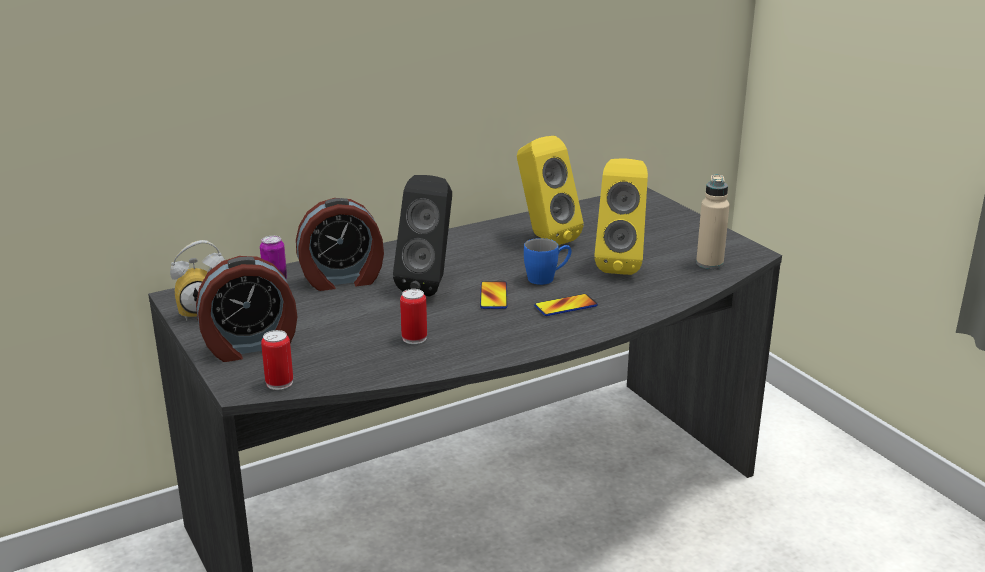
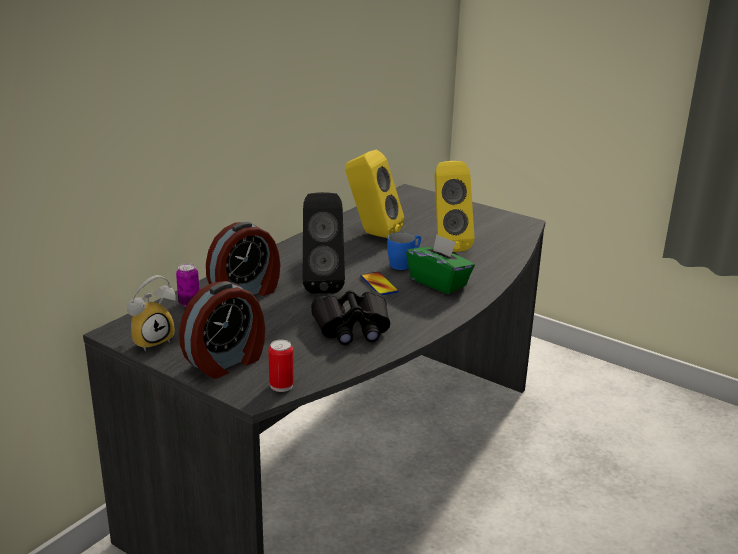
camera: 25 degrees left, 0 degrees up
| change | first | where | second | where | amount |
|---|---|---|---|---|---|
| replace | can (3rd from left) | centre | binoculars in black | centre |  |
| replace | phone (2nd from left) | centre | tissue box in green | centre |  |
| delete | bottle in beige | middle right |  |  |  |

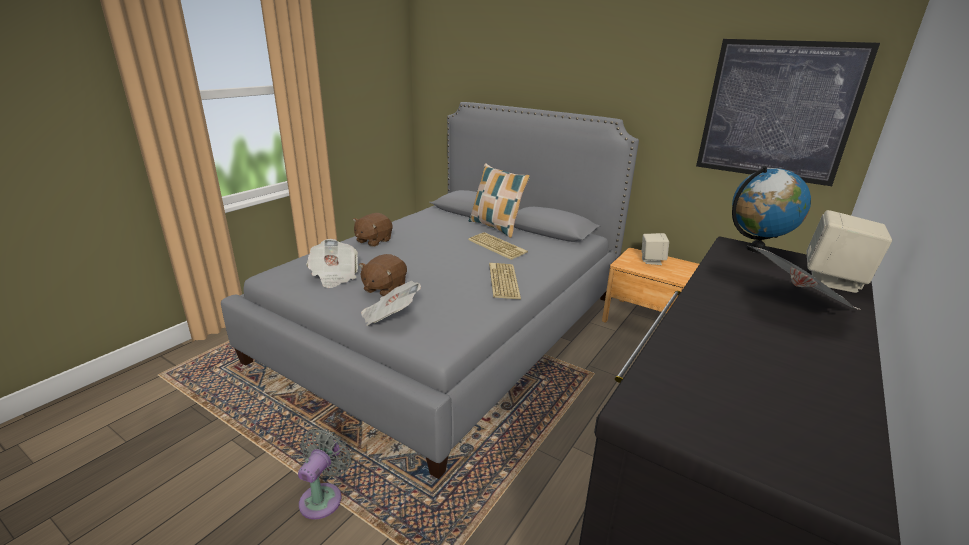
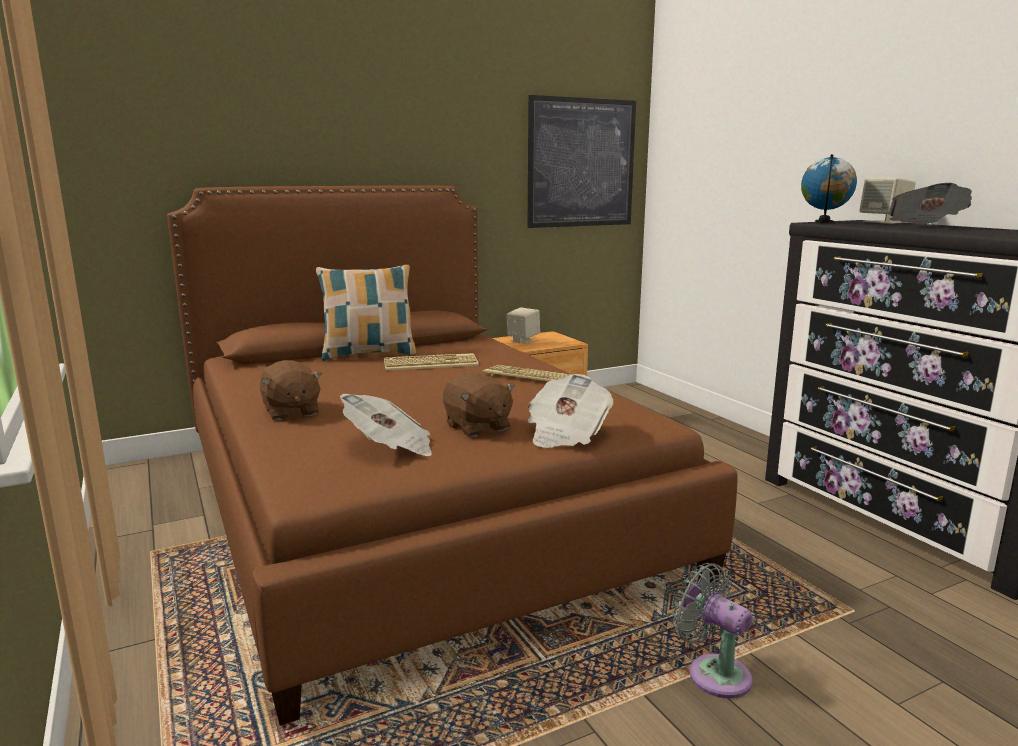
camera: 60 degrees left, 10 degrees down
| change | first | where | second | where | amount |
|---|---|---|---|---|---|
| recolor | bed in grey | centre | bed in brown | centre |  |

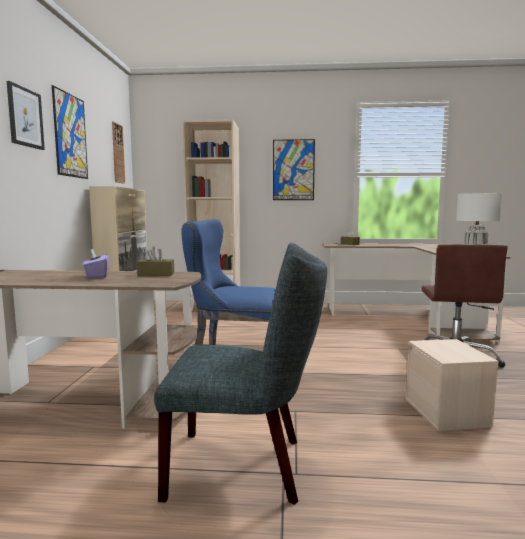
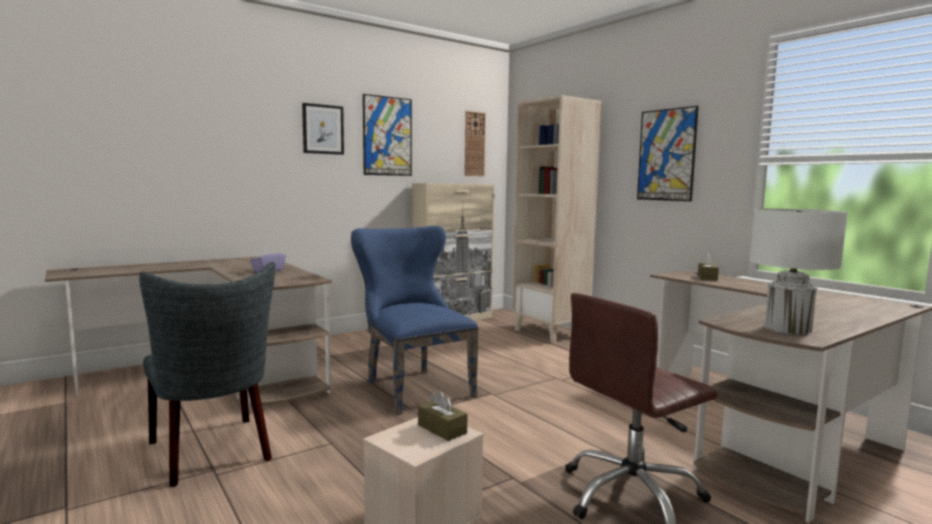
camera: 50 degrees right, 0 degrees up
| change | first | where | second | where | amount |
|---|---|---|---|---|---|
| move | tissue box in brown (1st from left) | middle left |  | bottom centre |  |

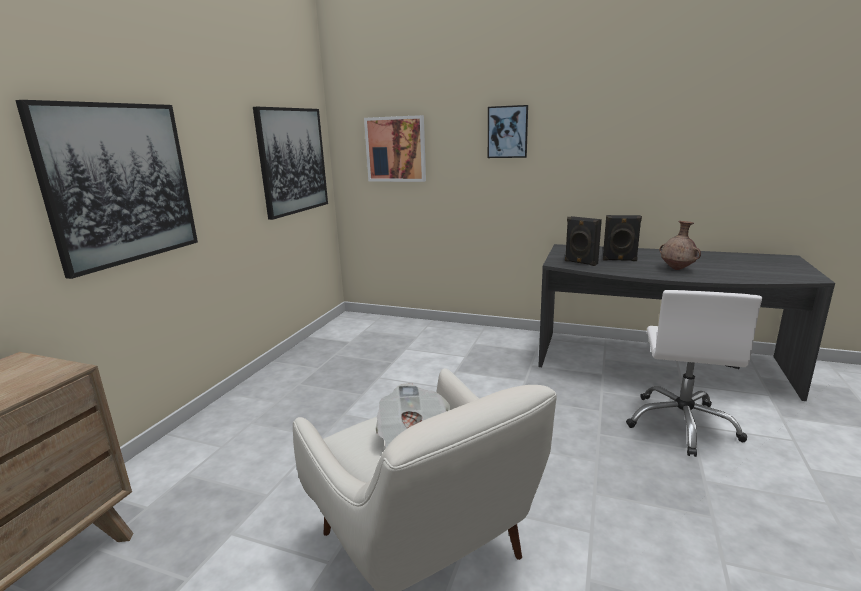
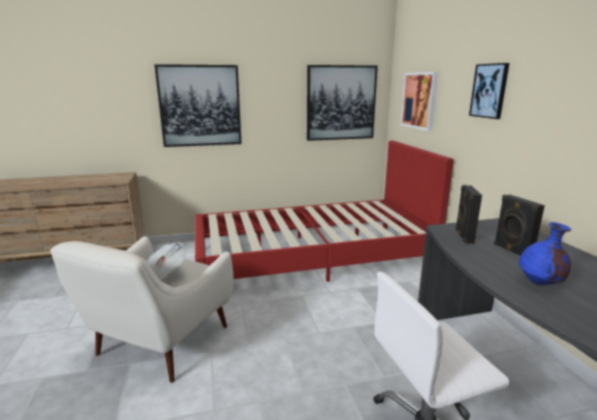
camera: 55 degrees right, 0 degrees up
| change | first | where | second | where | amount |
|---|---|---|---|---|---|
| recolor | vase in brown | middle right | vase in blue | middle right |  |
| insert |  |  | bed in red | centre |  |

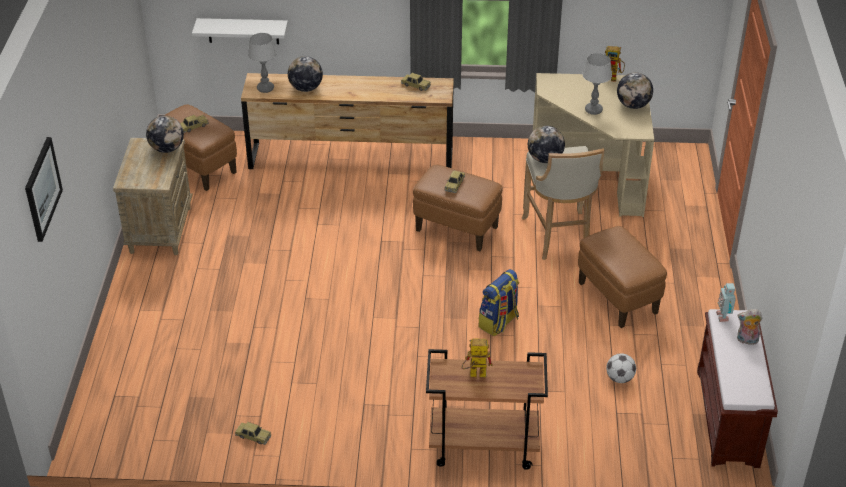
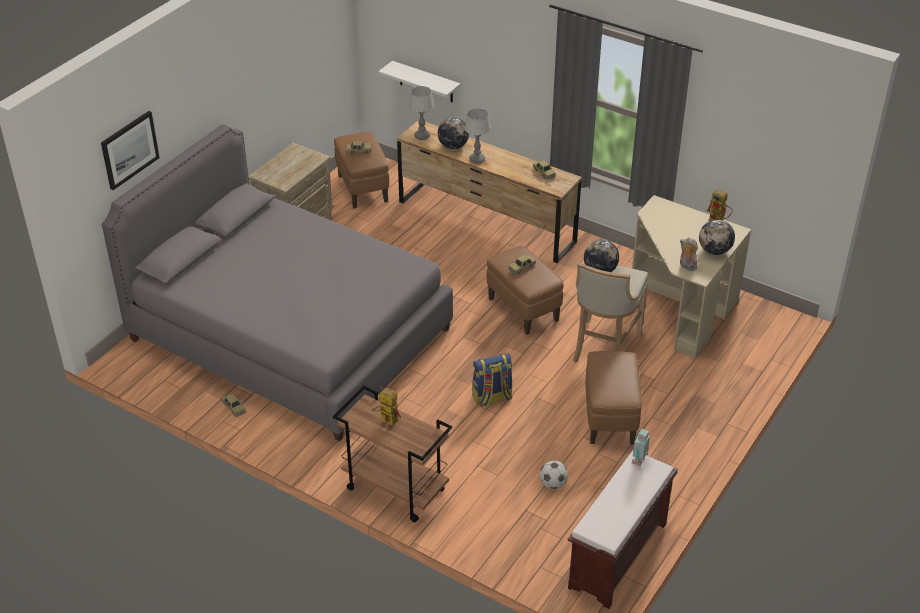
camera: 30 degrees right, 0 degrees up
| change | first | where | second | where | amount |
|---|---|---|---|---|---|
| delete | globe (1st from left) | top left |  |  |  |
| move | table lamp (2nd from left) | top right |  | top centre |  |
| move | plush toy | bottom right |  | middle right |  |
| insert |  |  | bed in grey | middle left |  |

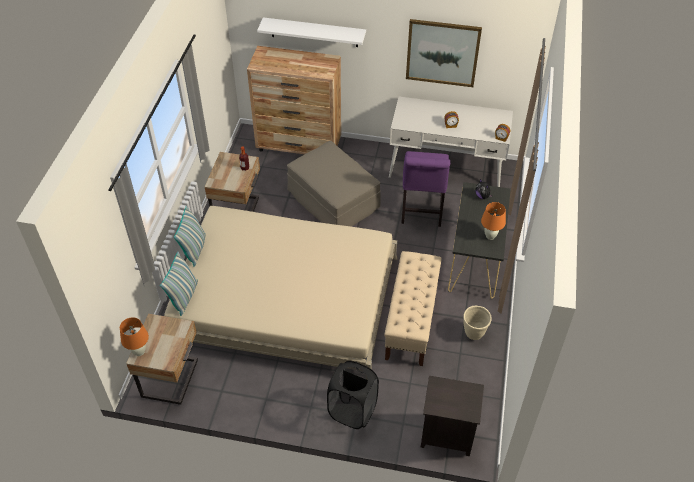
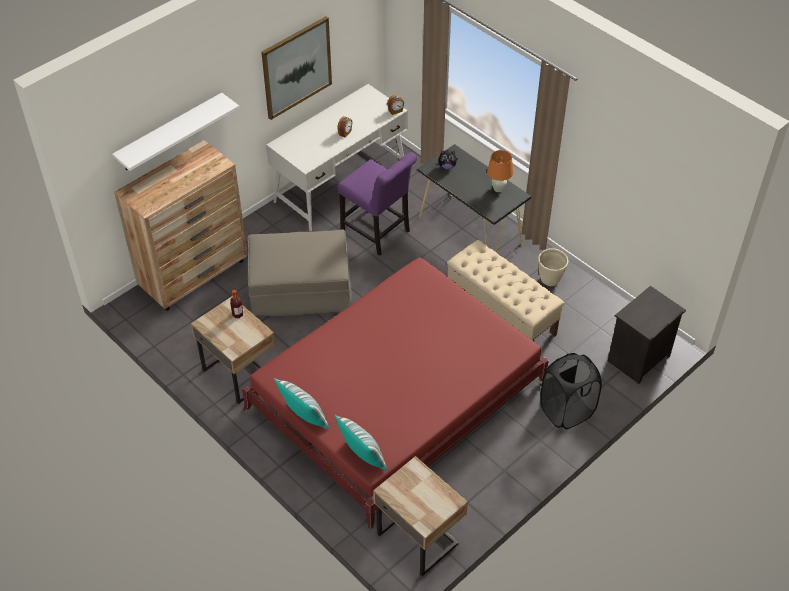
camera: 55 degrees left, 0 degrees up
| change | first | where | second | where | amount |
|---|---|---|---|---|---|
| delete | table lamp in orange (1st from left) | bottom left |  |  |  |
| recolor | bed in beige | centre | bed in red | centre |  |

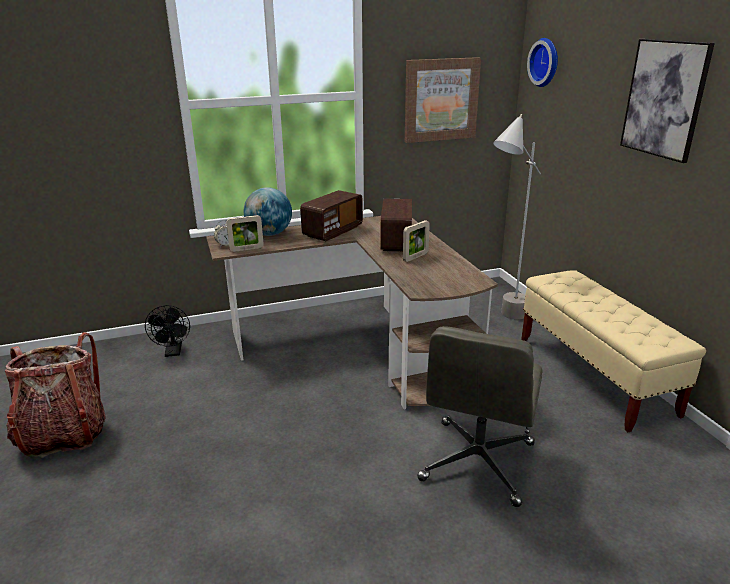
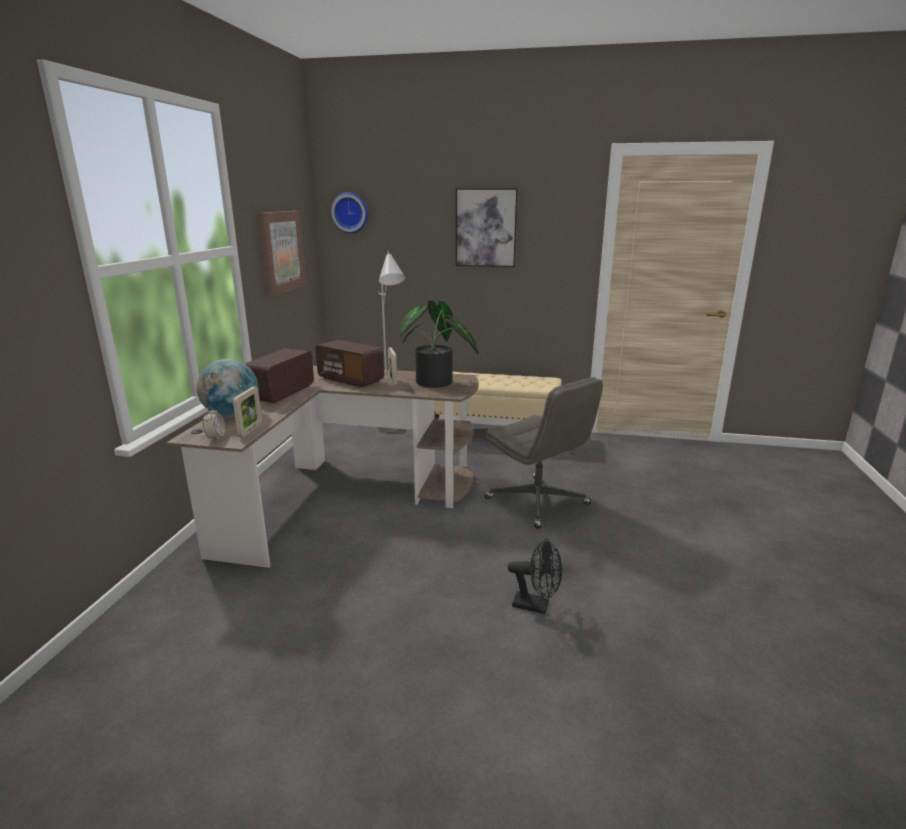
camera: 60 degrees left, 5 degrees down
| change | first | where | second | where | amount |
|---|---|---|---|---|---|
| delete | backpack | bottom left |  |  |  |
| move | fan in black | middle left |  | bottom centre |  |
| rotate | radio (1st from left) | centre |  | middle left | 135 degrees counterclockwise |
| insert |  |  | potted plant | centre |  |

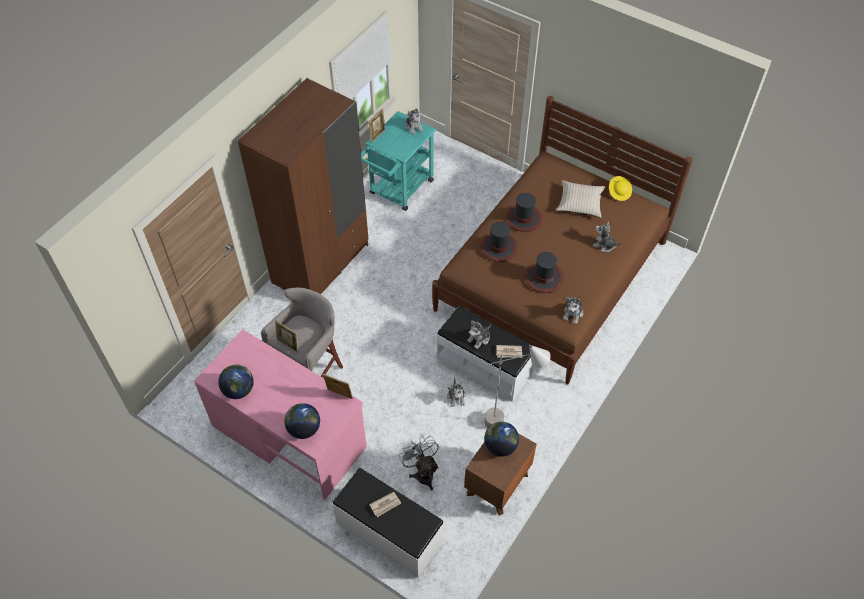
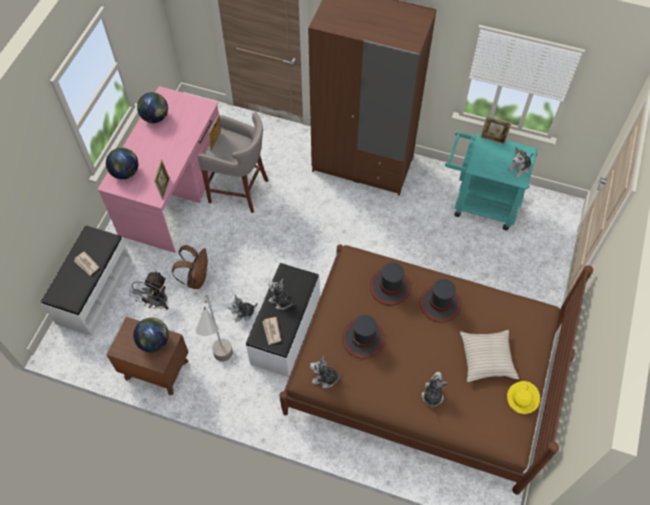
camera: 75 degrees right, 5 degrees up
| change | first | where | second | where | amount |
|---|---|---|---|---|---|
| rotate | fan in grey | bottom centre |  | middle left | 150 degrees clockwise |
| insert |  |  | backpack in brown | middle left |  |

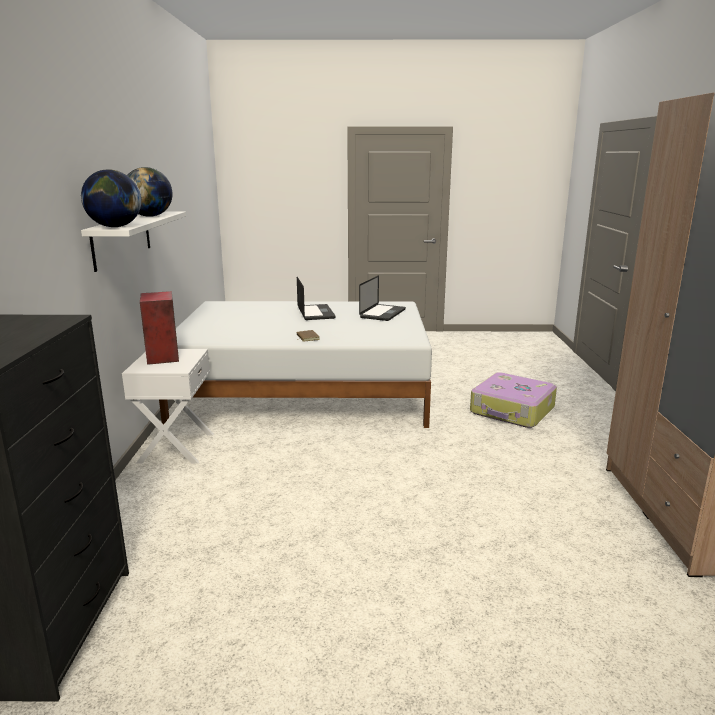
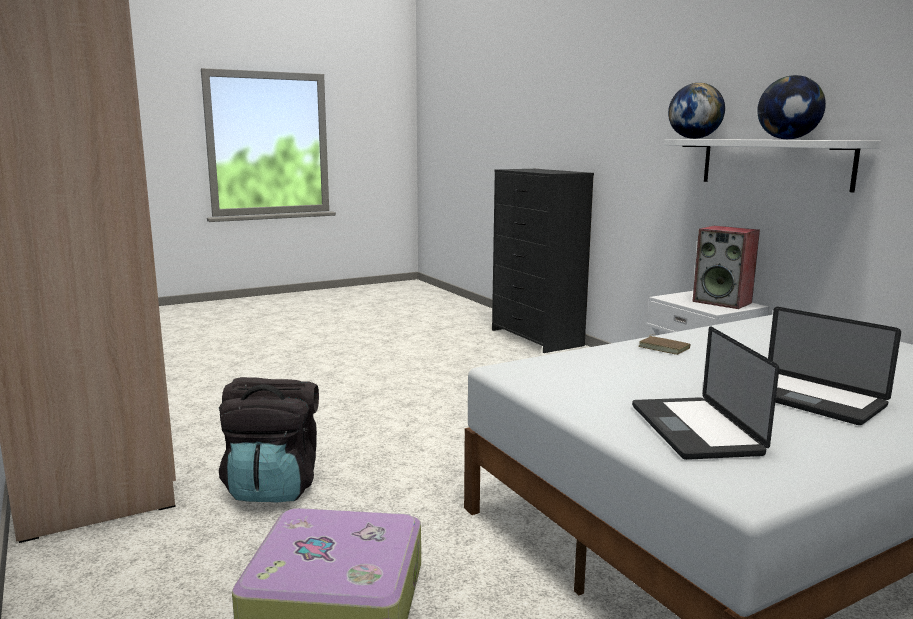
camera: 150 degrees right, 5 degrees down
| change | first | where | second | where | amount |
|---|---|---|---|---|---|
| insert |  |  | backpack in black | bottom left |  |

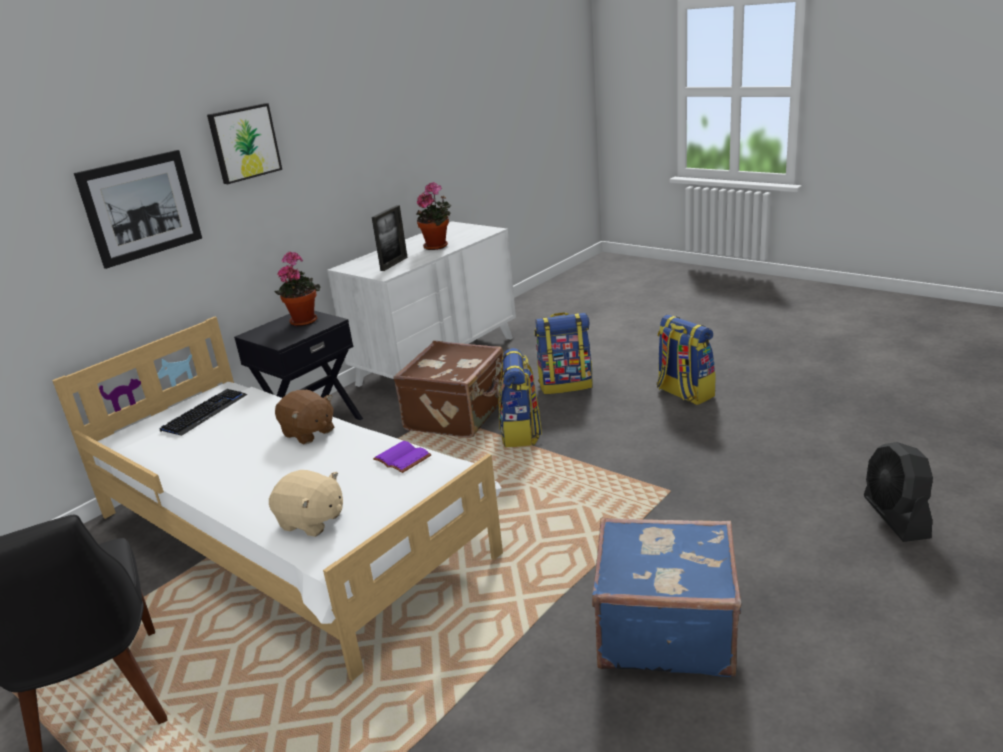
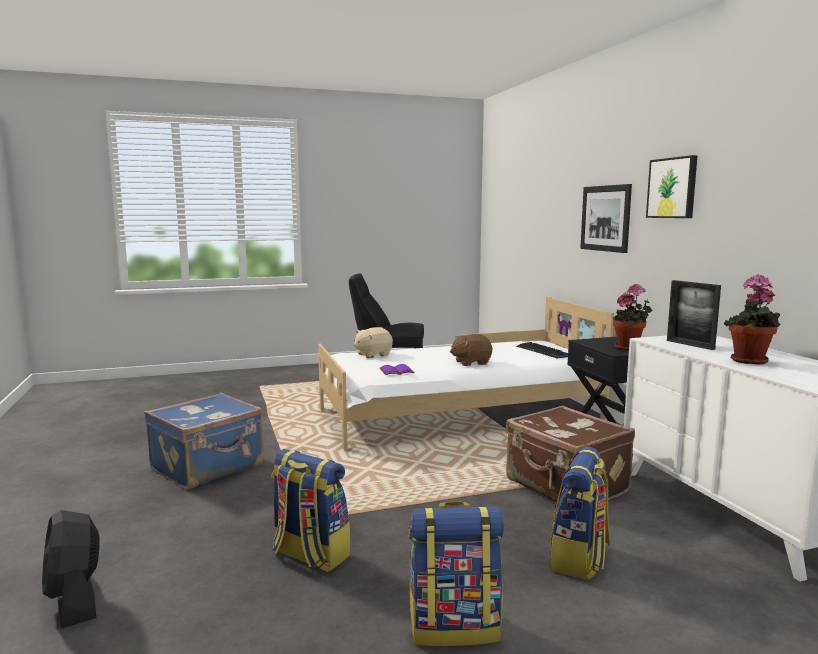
camera: 120 degrees right, 15 degrees down
| change | first | where | second | where | amount |
|---|---|---|---|---|---|
| move | backpack (1st from left) | centre |  | bottom centre |  |
| rotate | fan in black | middle right |  | bottom left | 150 degrees counterclockwise |

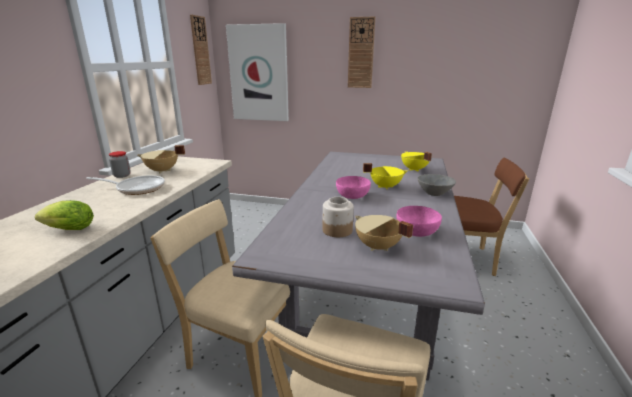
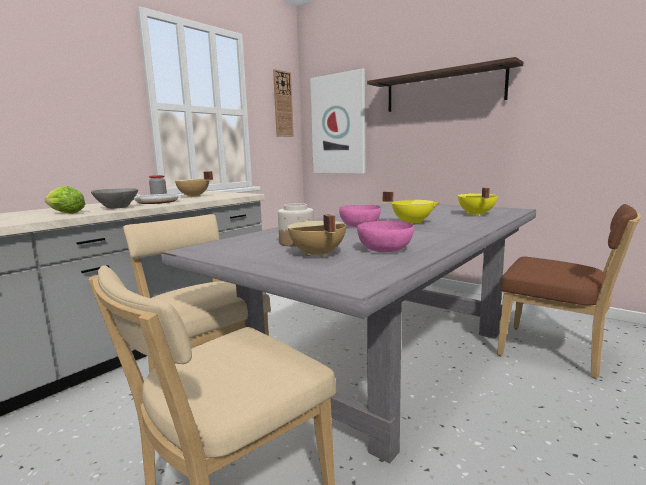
camera: 25 degrees right, 10 degrees down
| change | first | where | second | where | amount |
|---|---|---|---|---|---|
| replace | wall clock (2nd from left) | top centre | shelf | top right |  |
| move | bowl in grey | middle right |  | middle left |  |

